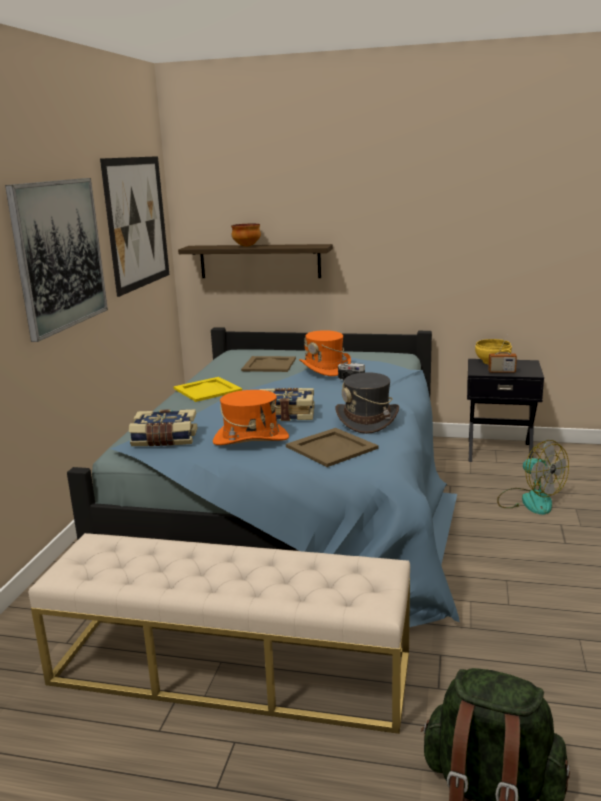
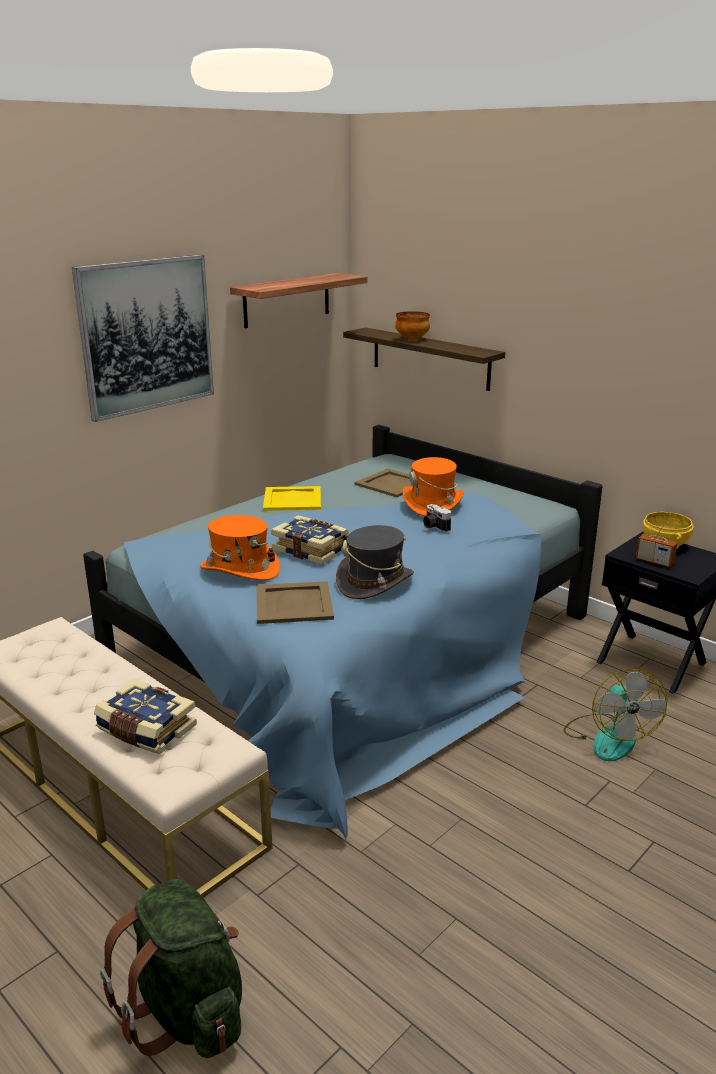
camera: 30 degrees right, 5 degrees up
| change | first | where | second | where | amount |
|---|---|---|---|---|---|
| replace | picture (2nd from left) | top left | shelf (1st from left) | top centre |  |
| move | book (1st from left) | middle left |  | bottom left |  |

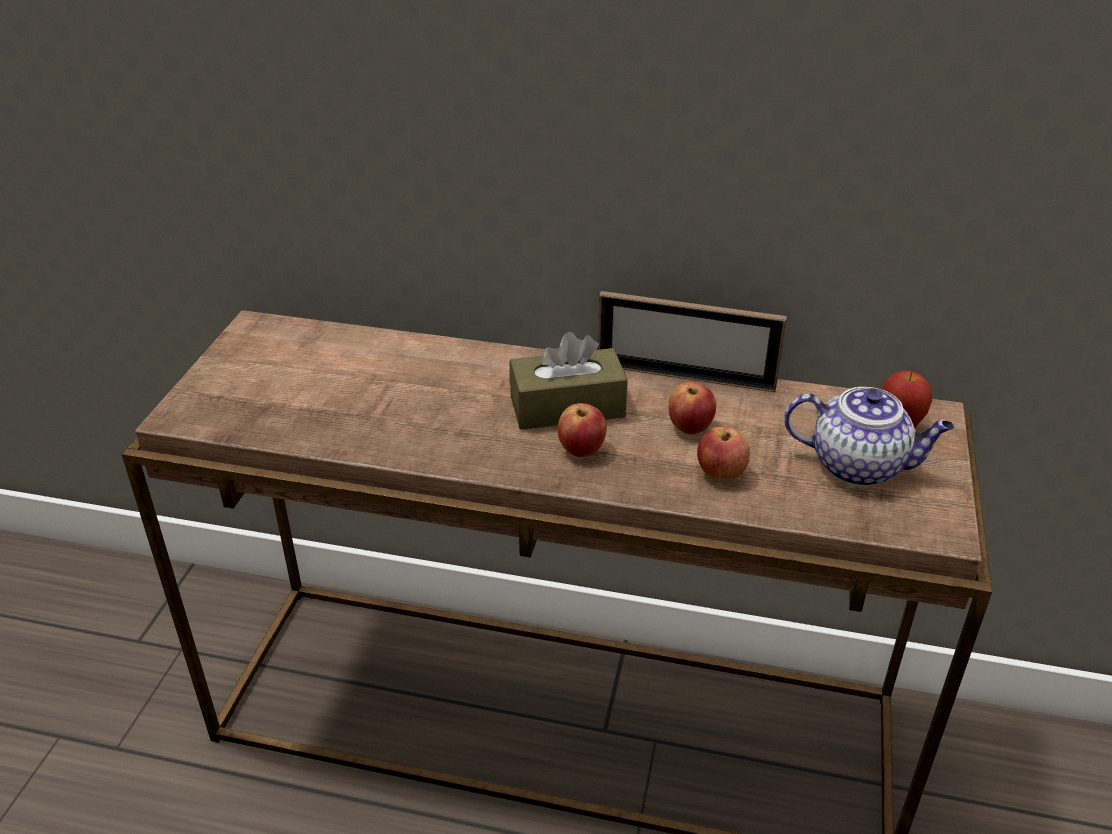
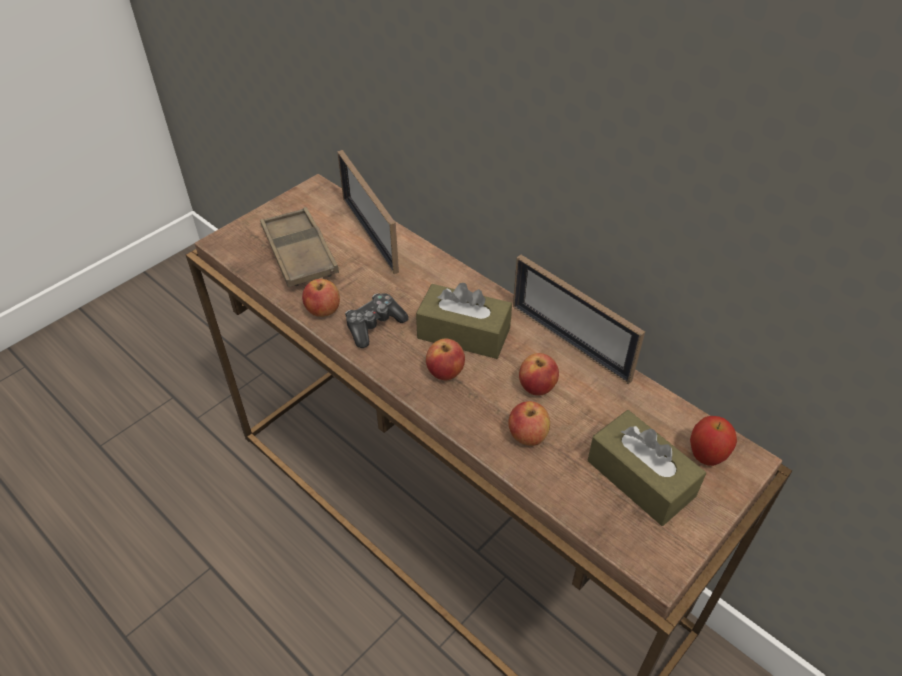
camera: 30 degrees right, 10 degrees up
| change | first | where | second | where | amount |
|---|---|---|---|---|---|
| replace | teapot | middle right | tissue box in brown (2nd from left) | bottom right |  |
| insert |  |  | tray in brown | middle left |  |
| insert |  |  | apple (1st from left) | centre |  |
| insert |  |  | picture frame (1st from left) | top centre |  |
| insert |  |  | game controller | centre |  |

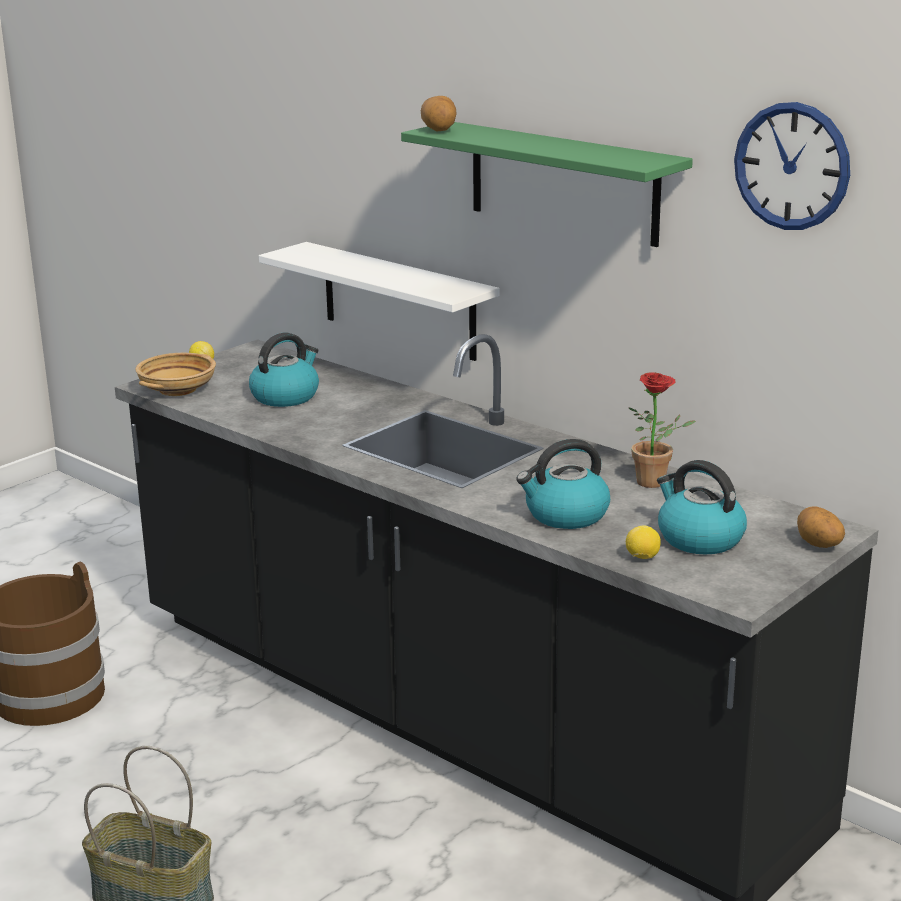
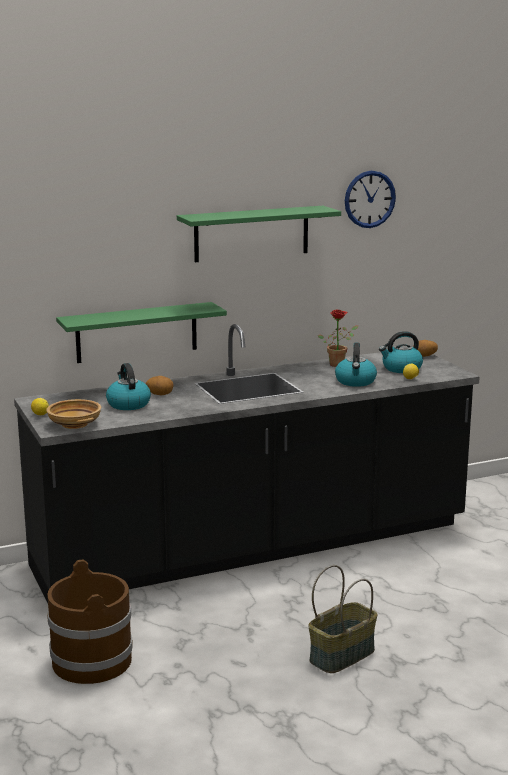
camera: 65 degrees left, 5 degrees down
| change | first | where | second | where | amount |
|---|---|---|---|---|---|
| recolor | shelf in white | centre | shelf in green (1st from left) | middle left |  |
| move | potato (1st from left) | top centre |  | middle left |  |

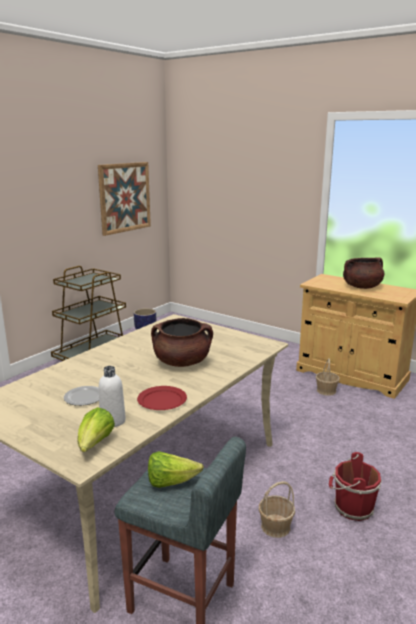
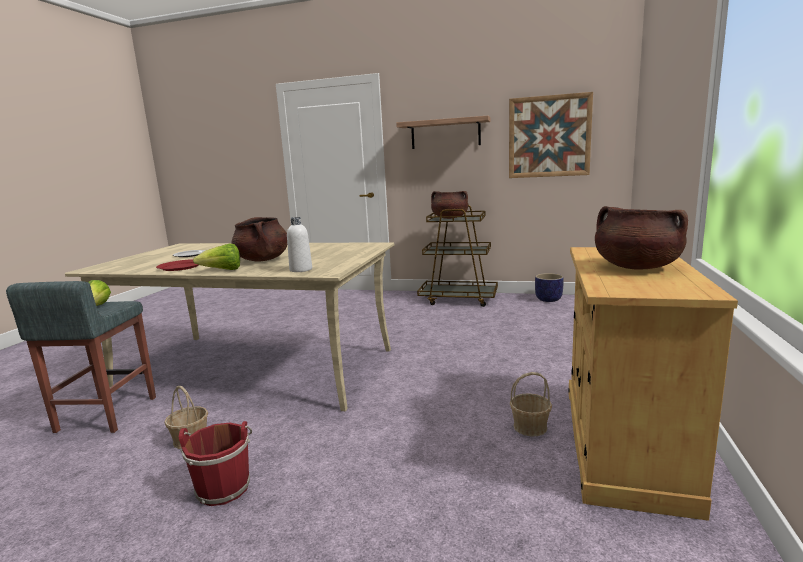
camera: 70 degrees right, 5 degrees down
| change | first | where | second | where | amount |
|---|---|---|---|---|---|
| move | lettuce (1st from left in the first image) | bottom left | lettuce (2nd from left) | middle left |  |
| move | bottle in white | middle left |  | centre |  |
| insert |  |  | shelf | top centre |  |
| insert |  |  | cooking pot in brown (2nd from left) | centre |  |

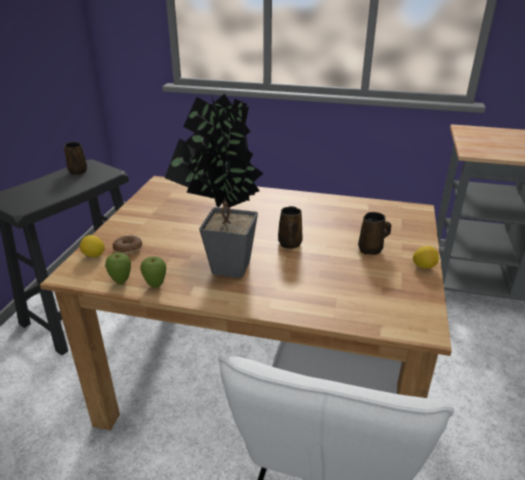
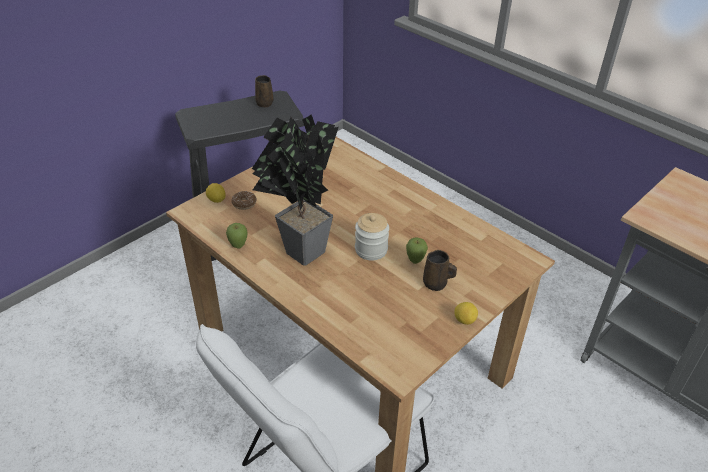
camera: 30 degrees right, 10 degrees up
| change | first | where | second | where | amount |
|---|---|---|---|---|---|
| move | apple (1st from left in the first image) | middle left | apple (2nd from left) | centre |  |
| replace | mug in brown (2nd from left) | centre | jar | centre |  |

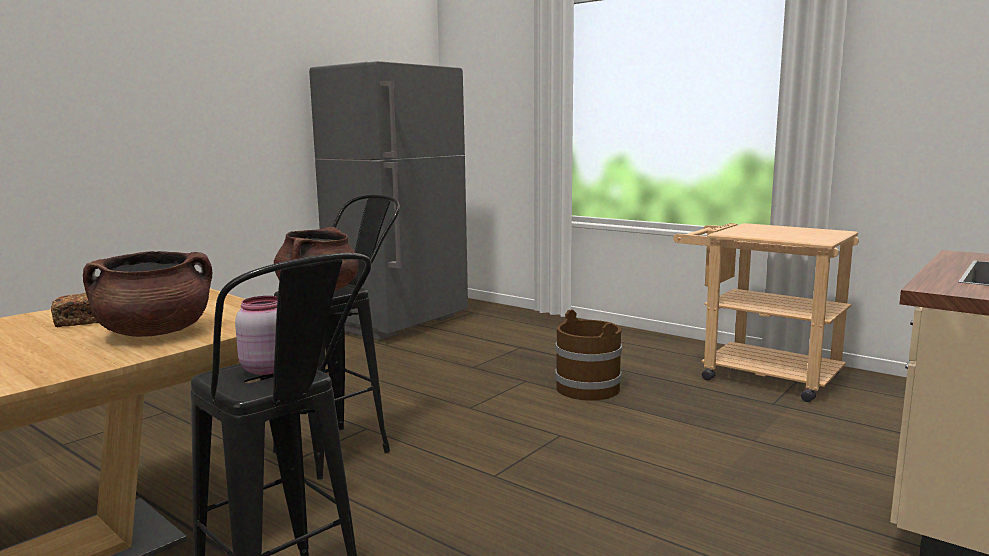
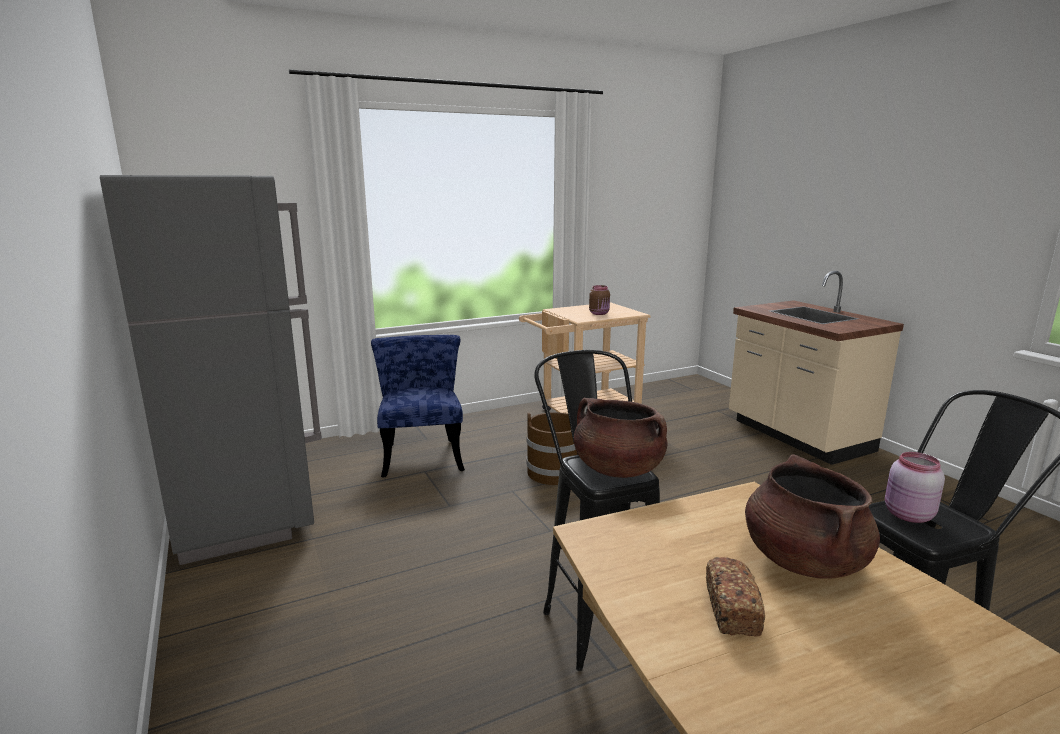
camera: 65 degrees left, 5 degrees up
| change | first | where | second | where | amount |
|---|---|---|---|---|---|
| insert |  |  | chair in blue | centre |  |
| insert |  |  | jar in brown | centre |  |

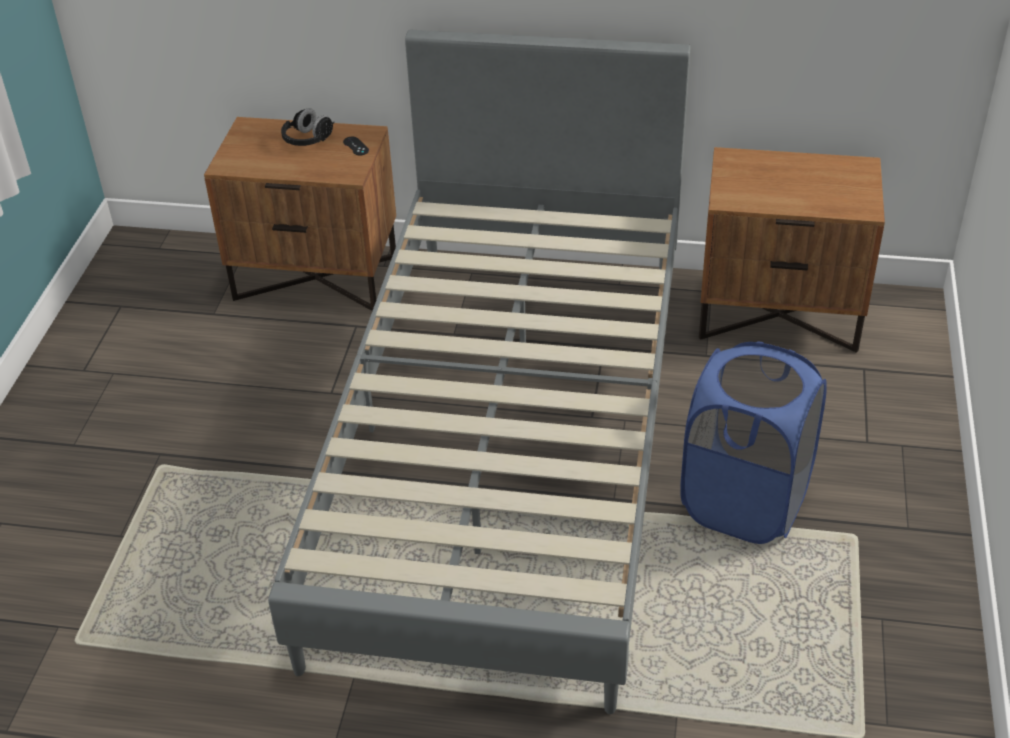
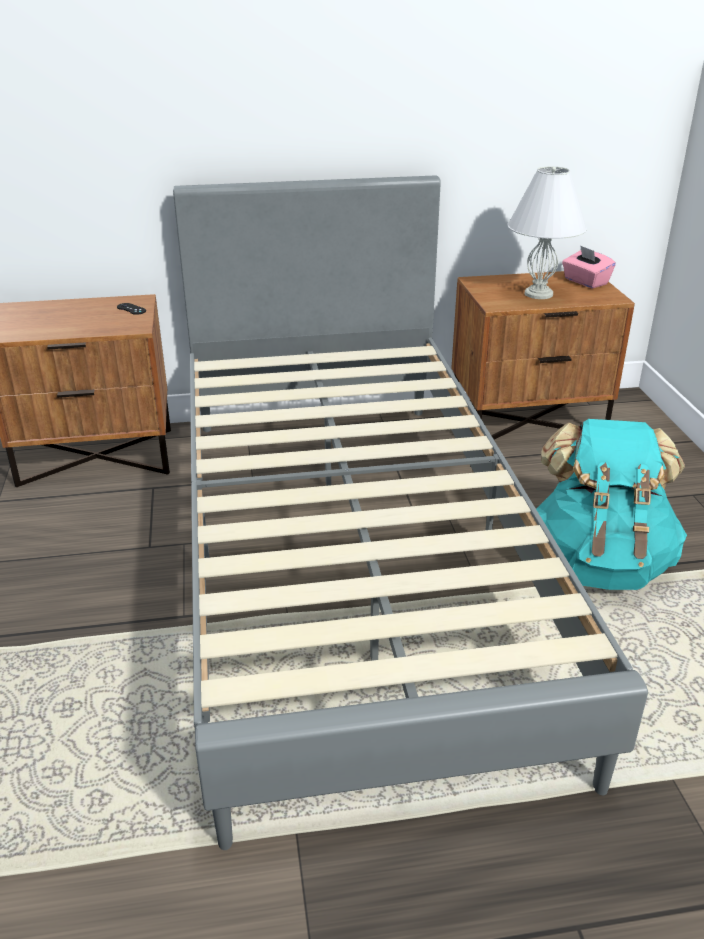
camera: 20 degrees left, 10 degrees down
| change | first | where | second | where | amount |
|---|---|---|---|---|---|
| delete | headphones in black | top left |  |  |  |
| replace | laundry basket in blue | middle right | backpack in turquoise | middle right |  |
| insert |  |  | table lamp in white | top right |  |
| insert |  |  | tissue box in pink | top right |  |

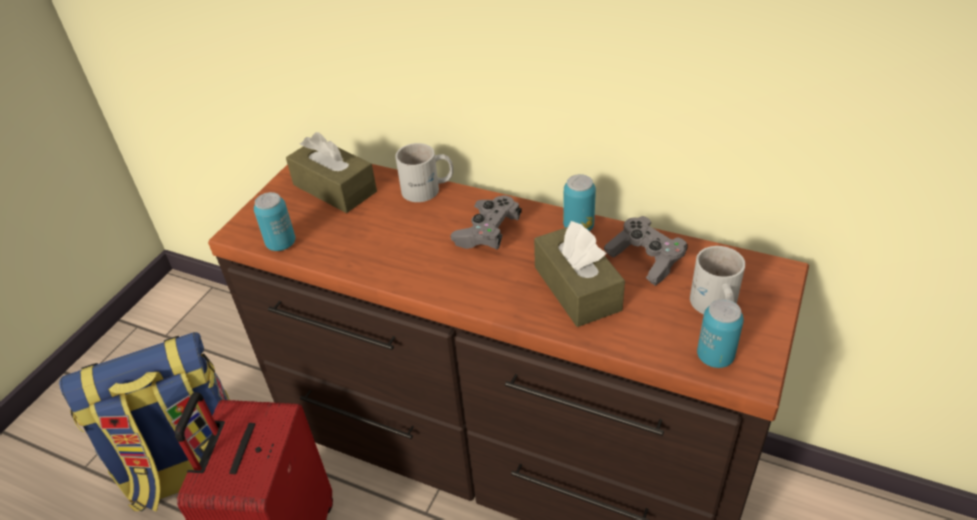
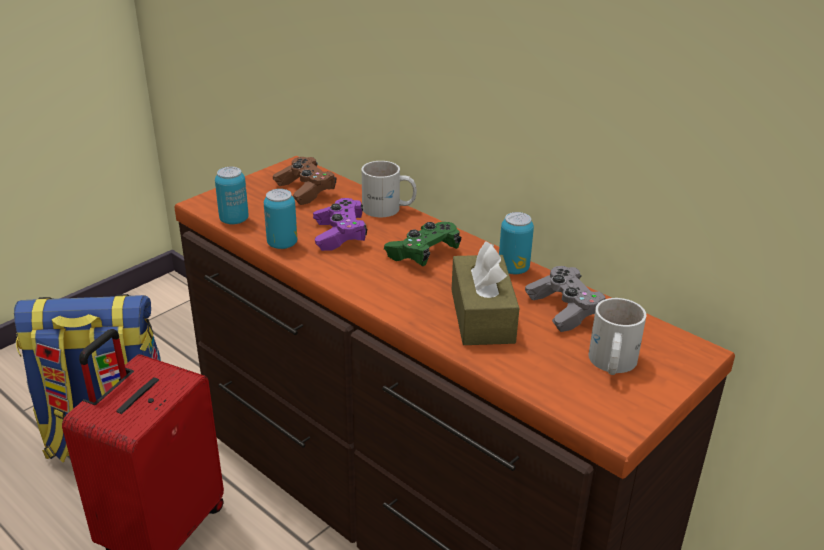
camera: 15 degrees right, 10 degrees down
| change | first | where | second | where | amount |
|---|---|---|---|---|---|
| replace | tissue box in brown (1st from left) | top centre | game controller in brown | top centre |  |
| recolor | game controller in grey (1st from left) | centre | game controller in green | centre |  |
| move | can (3rd from left in the first image) | middle right | can (2nd from left) | centre |  |
| insert |  |  | game controller in purple | centre |  |

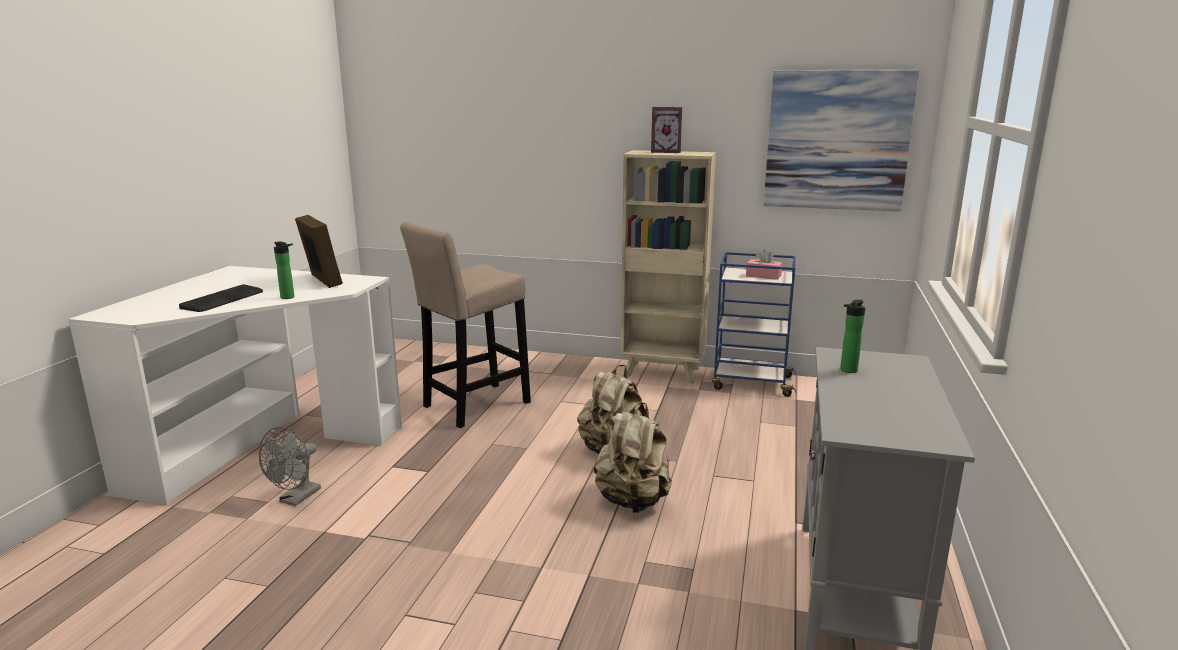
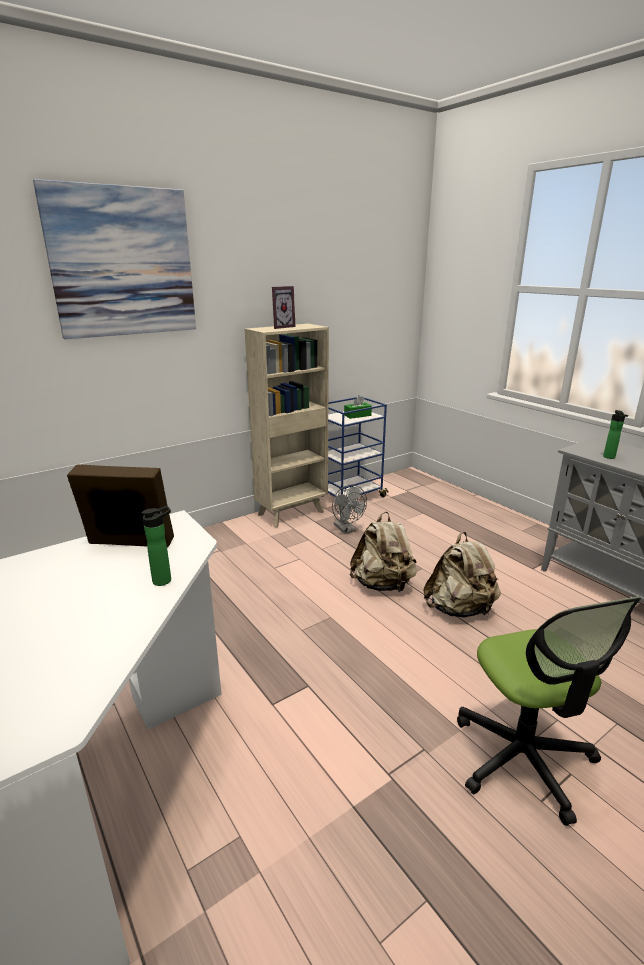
camera: 50 degrees left, 5 degrees up
| change | first | where | second | where | amount |
|---|---|---|---|---|---|
| delete | keyboard | middle left |  |  |  |
| move | fan in grey | bottom left |  | centre |  |
| delete | stool in beige | centre |  |  |  |
| recolor | tissue box in pink | centre | tissue box in green | centre |  |
| move | picture | top right |  | top left |  |
| insert |  |  | office chair | bottom right |  |

